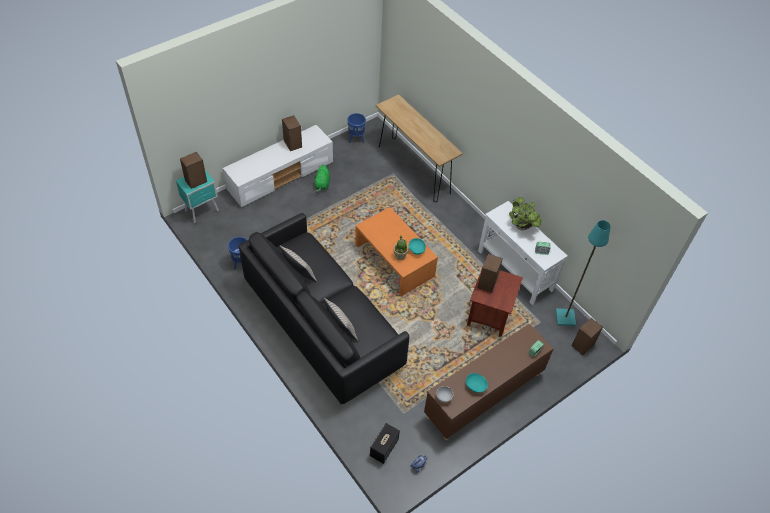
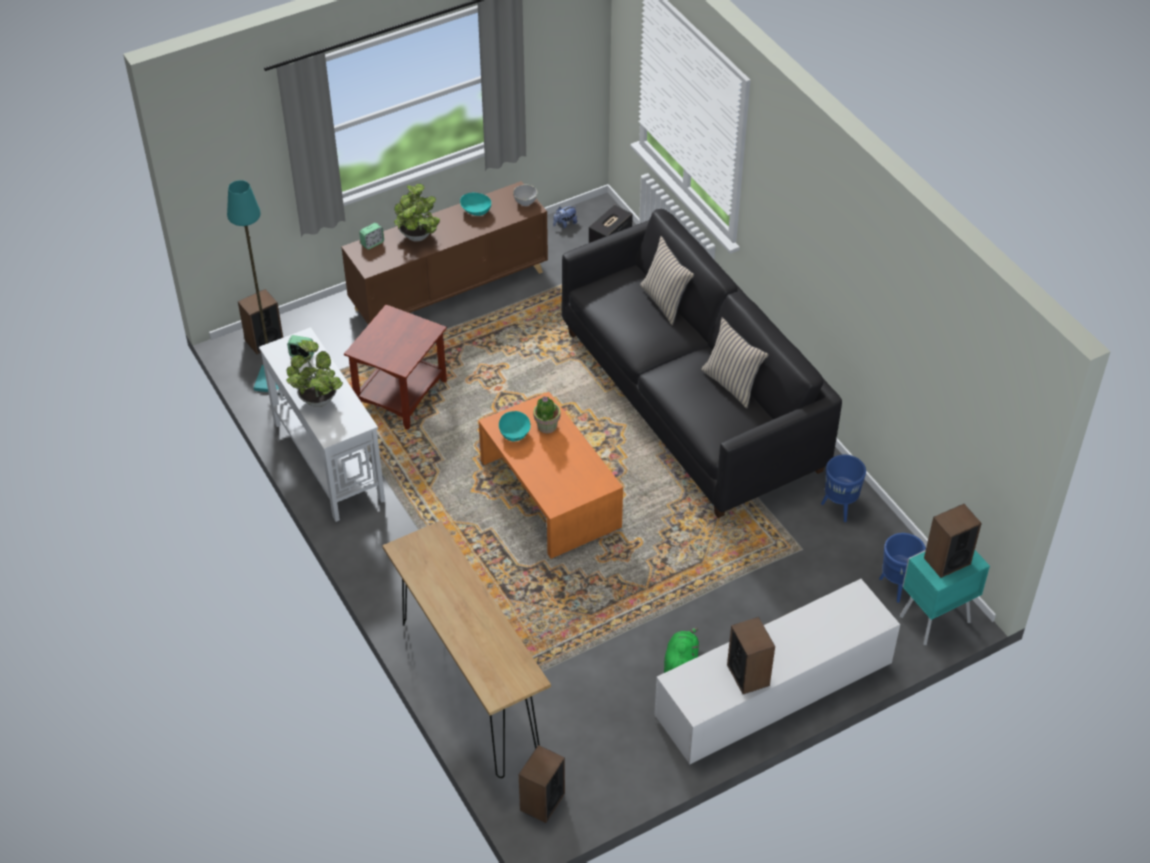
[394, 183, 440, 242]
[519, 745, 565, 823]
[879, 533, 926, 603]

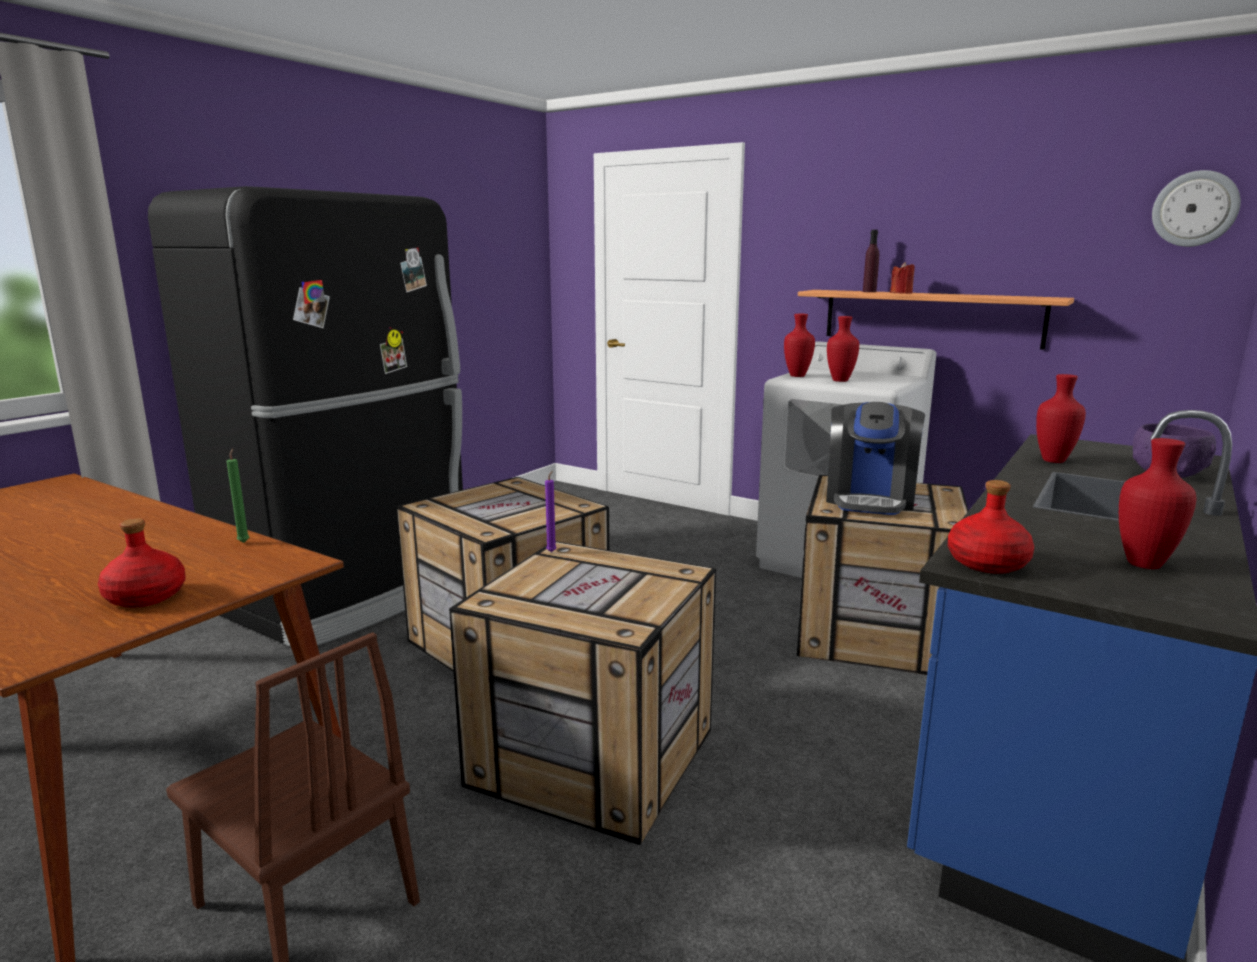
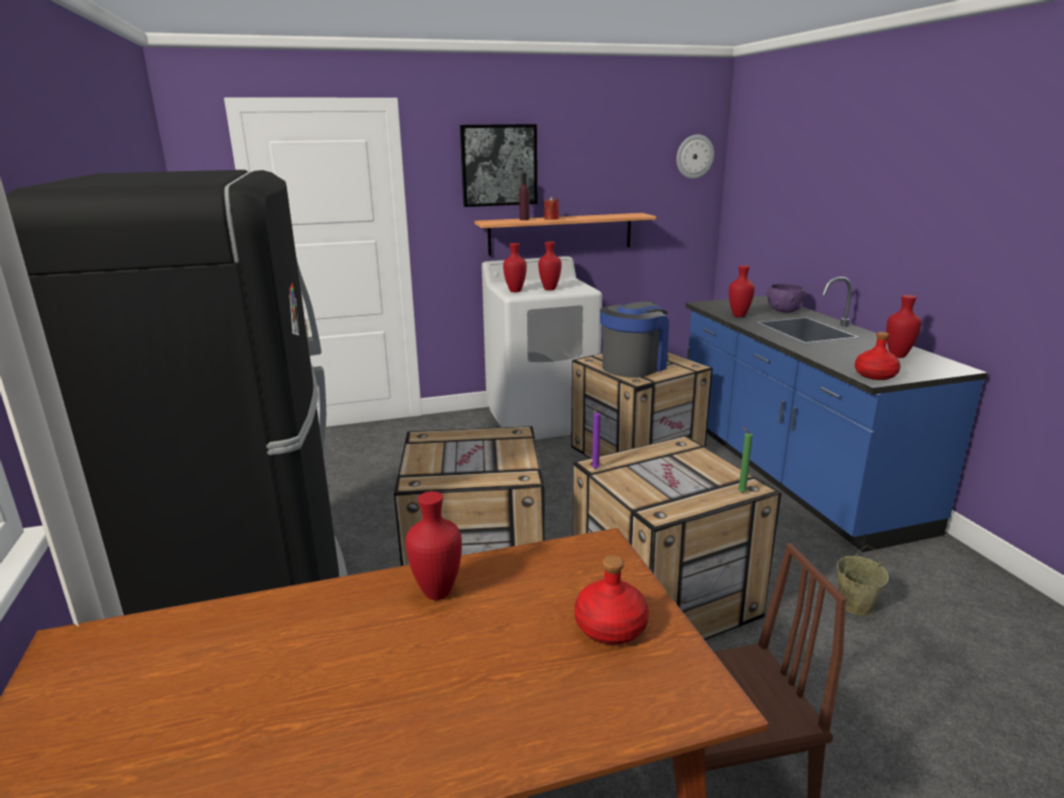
[406, 491, 462, 600]
[460, 124, 537, 207]
[600, 301, 669, 378]
[738, 426, 753, 493]
[836, 545, 889, 615]

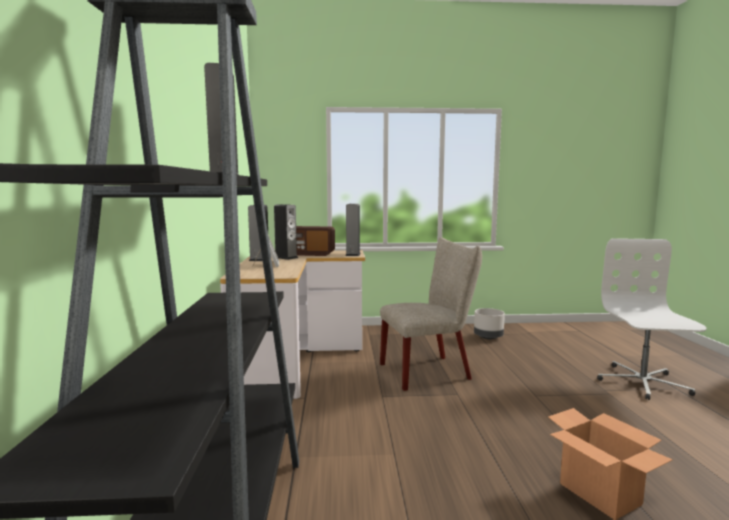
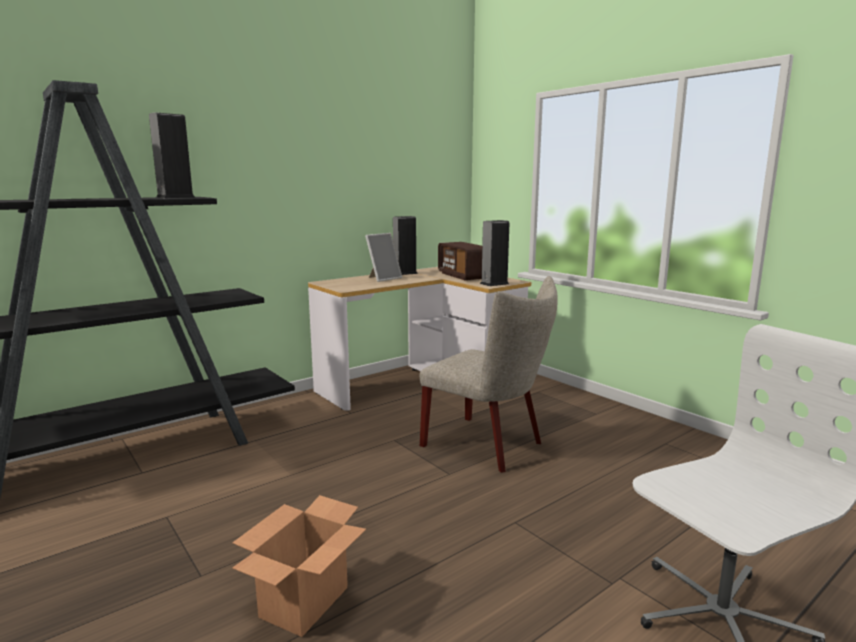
[274, 204, 298, 260] (first image)
[474, 308, 505, 339] (first image)

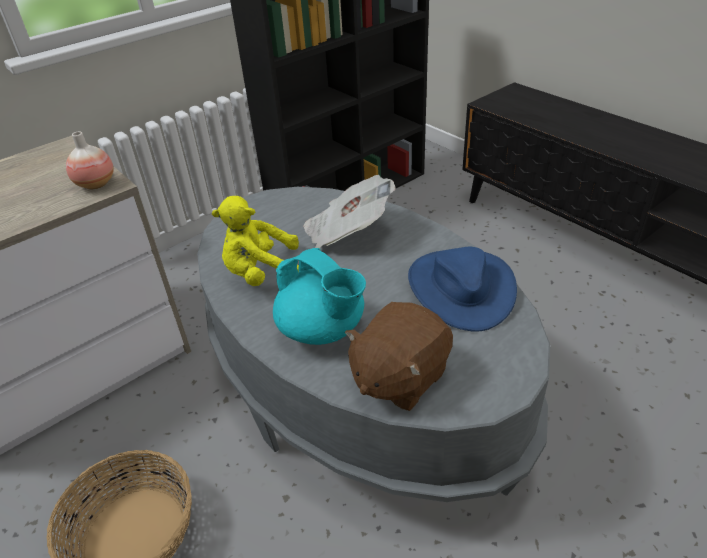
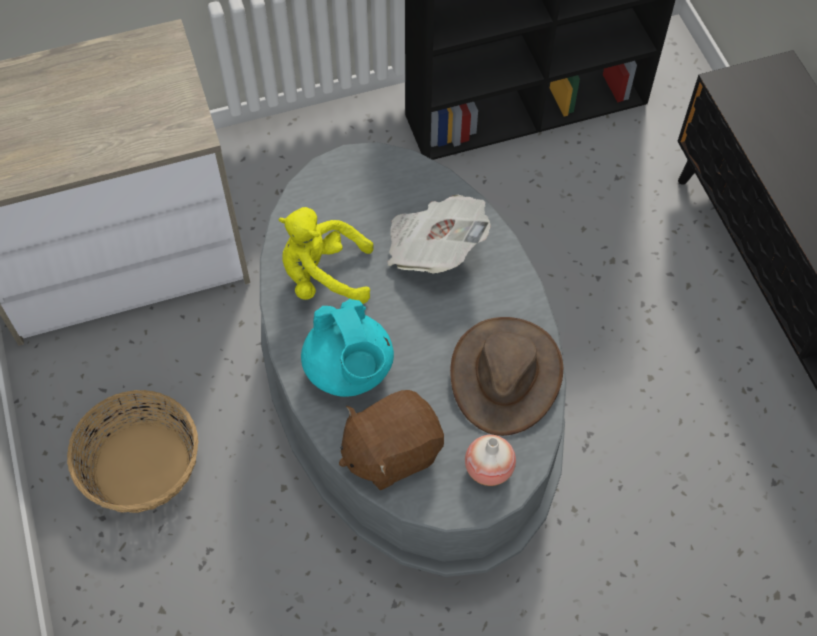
[450, 317, 563, 436]
[465, 435, 516, 486]

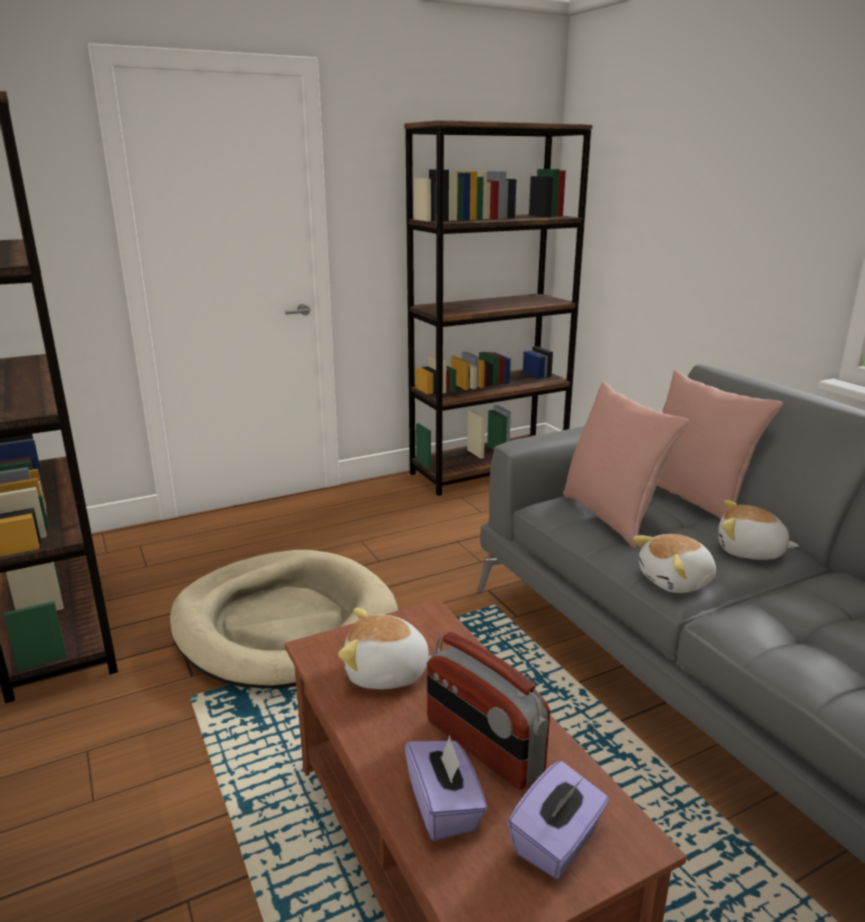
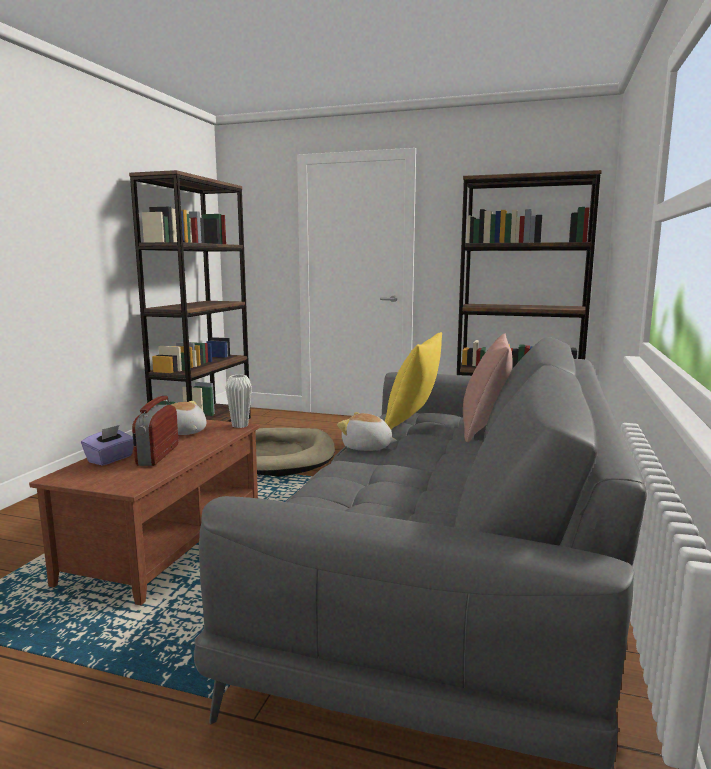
[225, 375, 252, 428]
[384, 332, 442, 429]
[508, 761, 609, 879] (first image)
[718, 500, 799, 560] (first image)

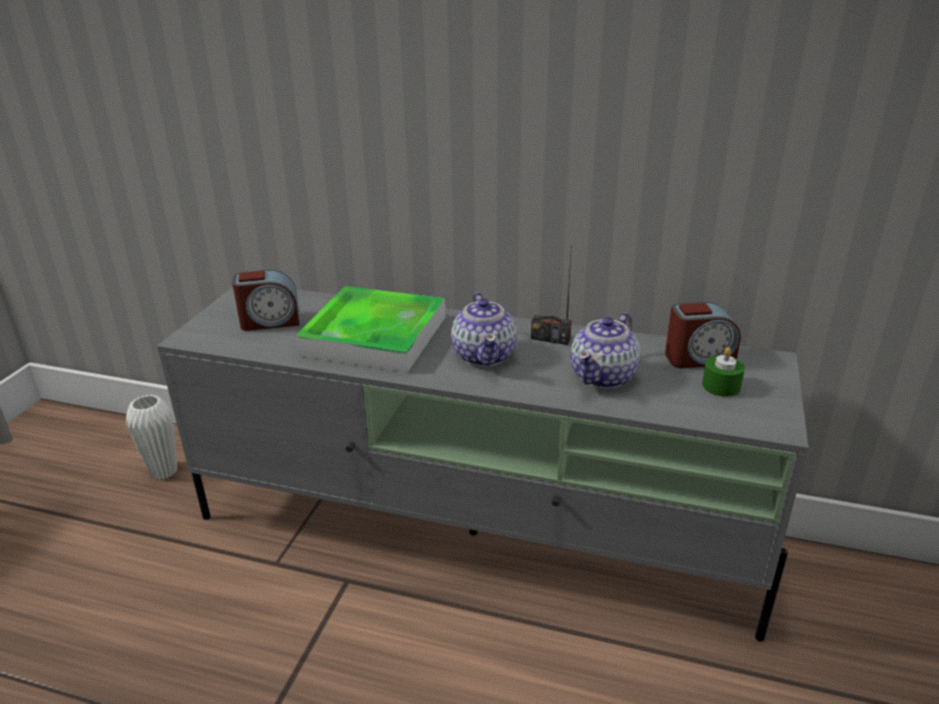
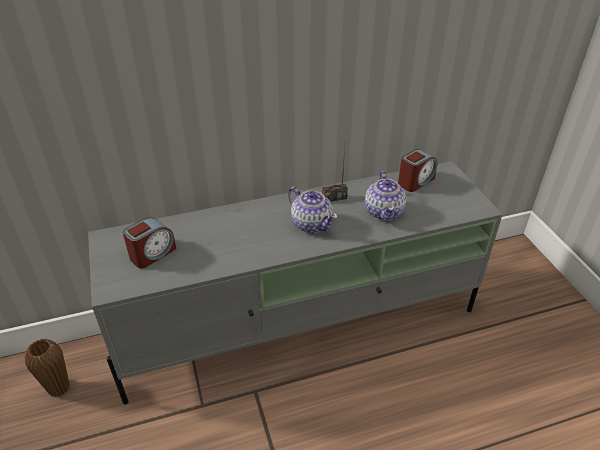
[25, 339, 70, 397]
[295, 286, 446, 373] (first image)
[702, 347, 745, 397] (first image)

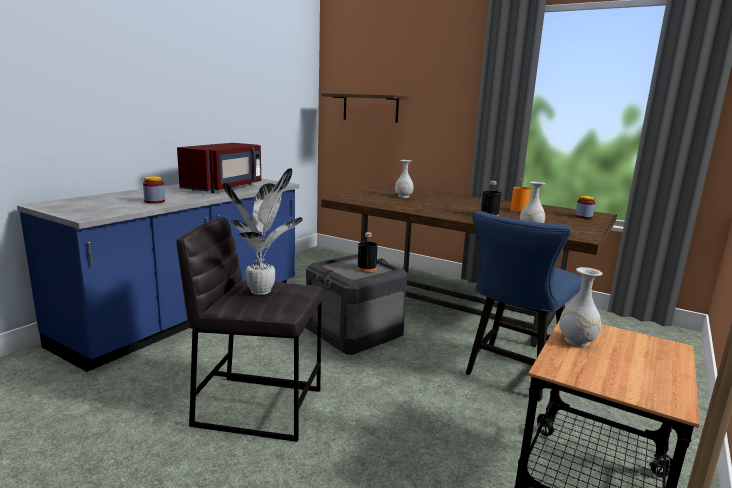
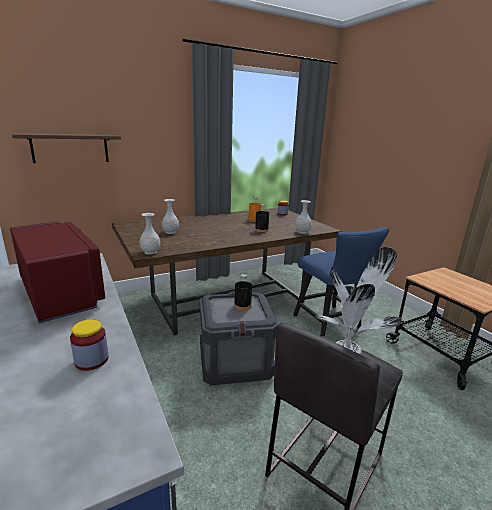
[140, 213, 160, 255]

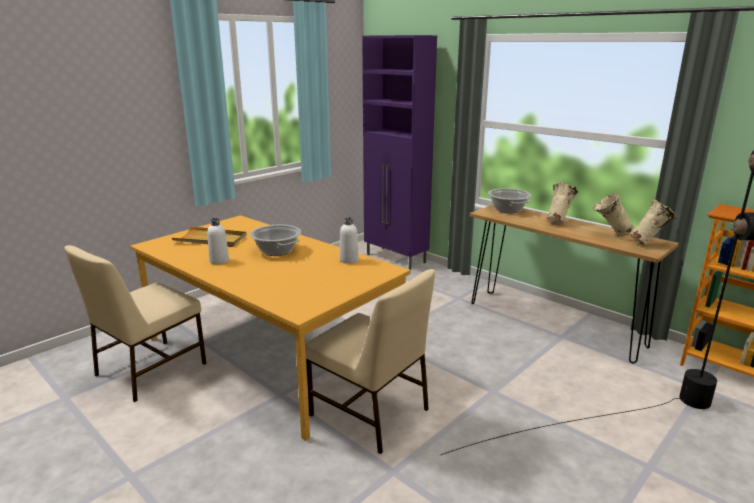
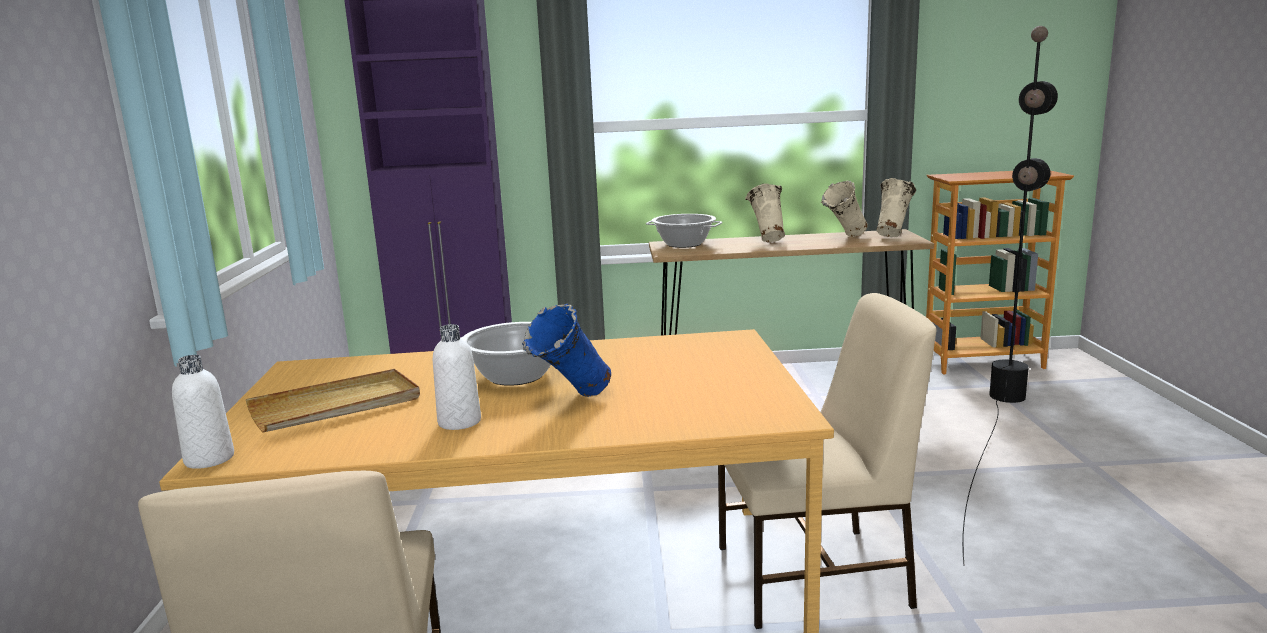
[172, 355, 234, 469]
[522, 304, 611, 397]

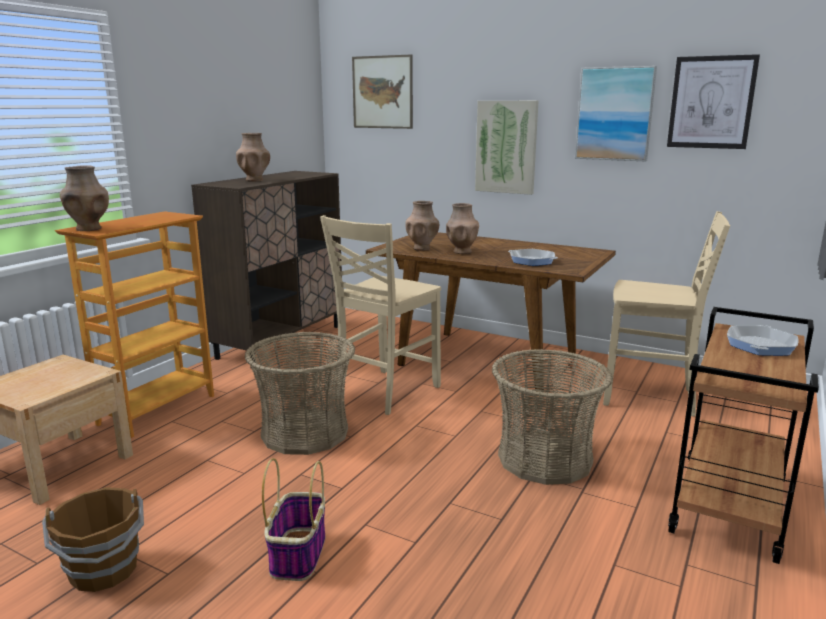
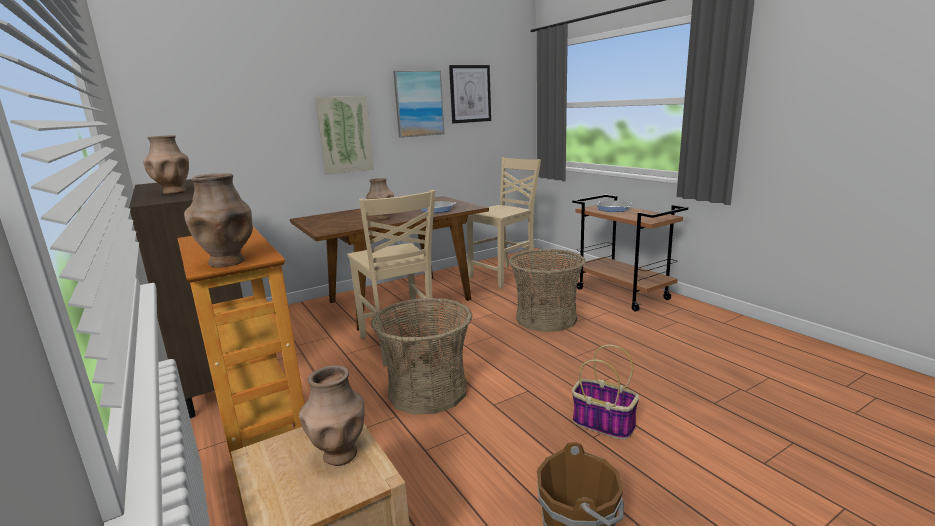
[299, 365, 365, 466]
[352, 55, 413, 129] (first image)

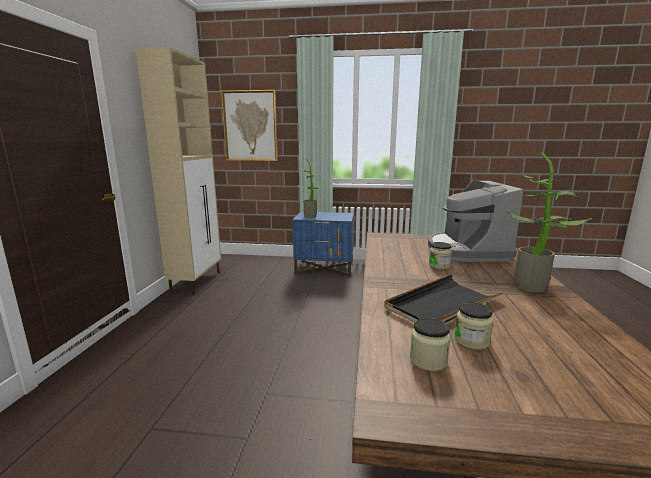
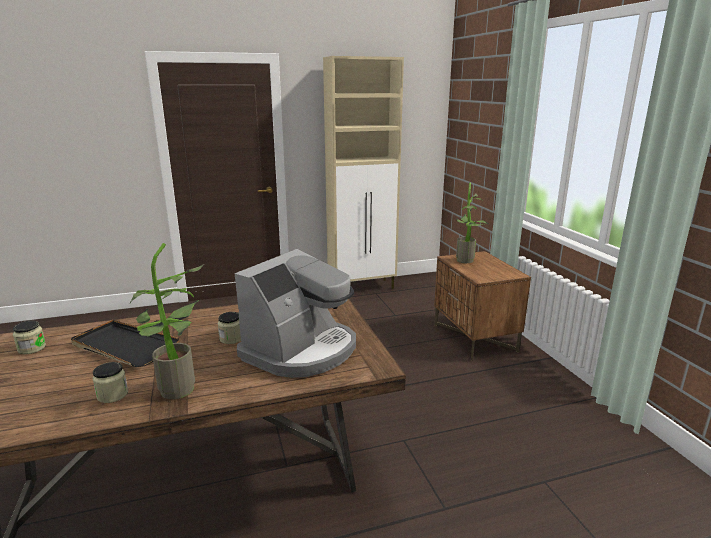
[93, 362, 128, 403]
[234, 249, 356, 378]
[434, 251, 531, 361]
[221, 90, 278, 161] (first image)

